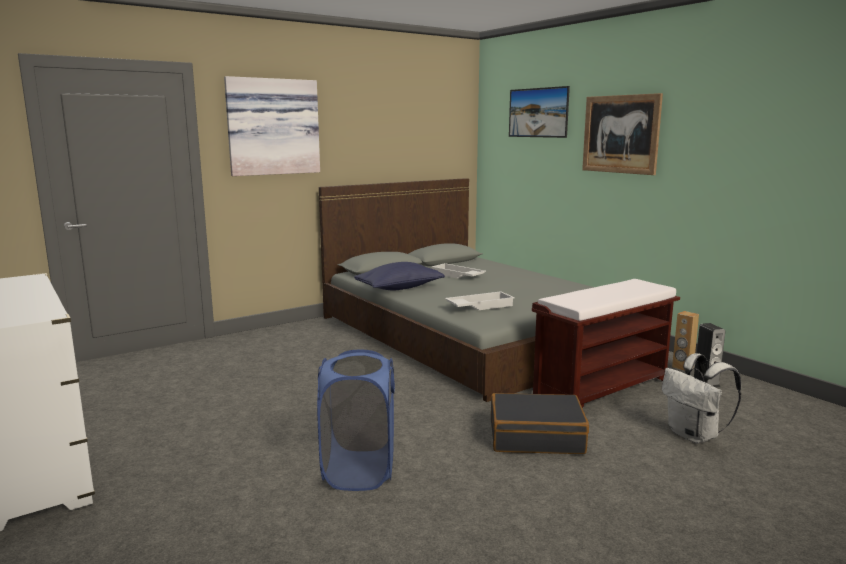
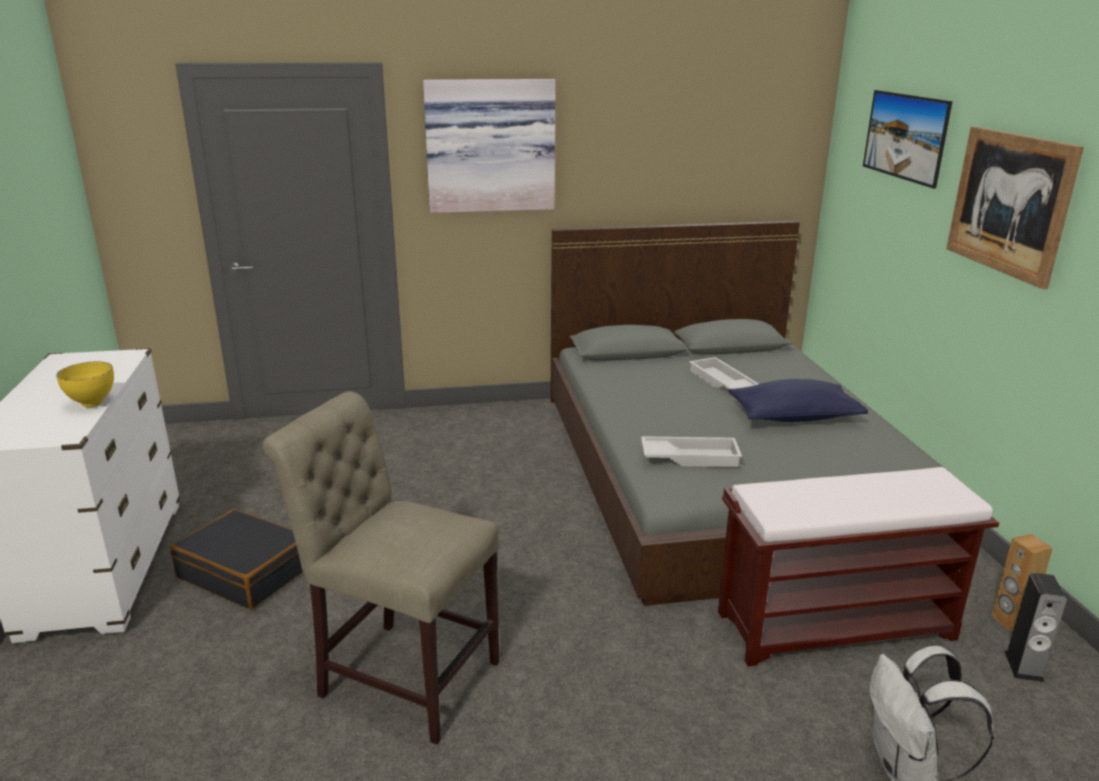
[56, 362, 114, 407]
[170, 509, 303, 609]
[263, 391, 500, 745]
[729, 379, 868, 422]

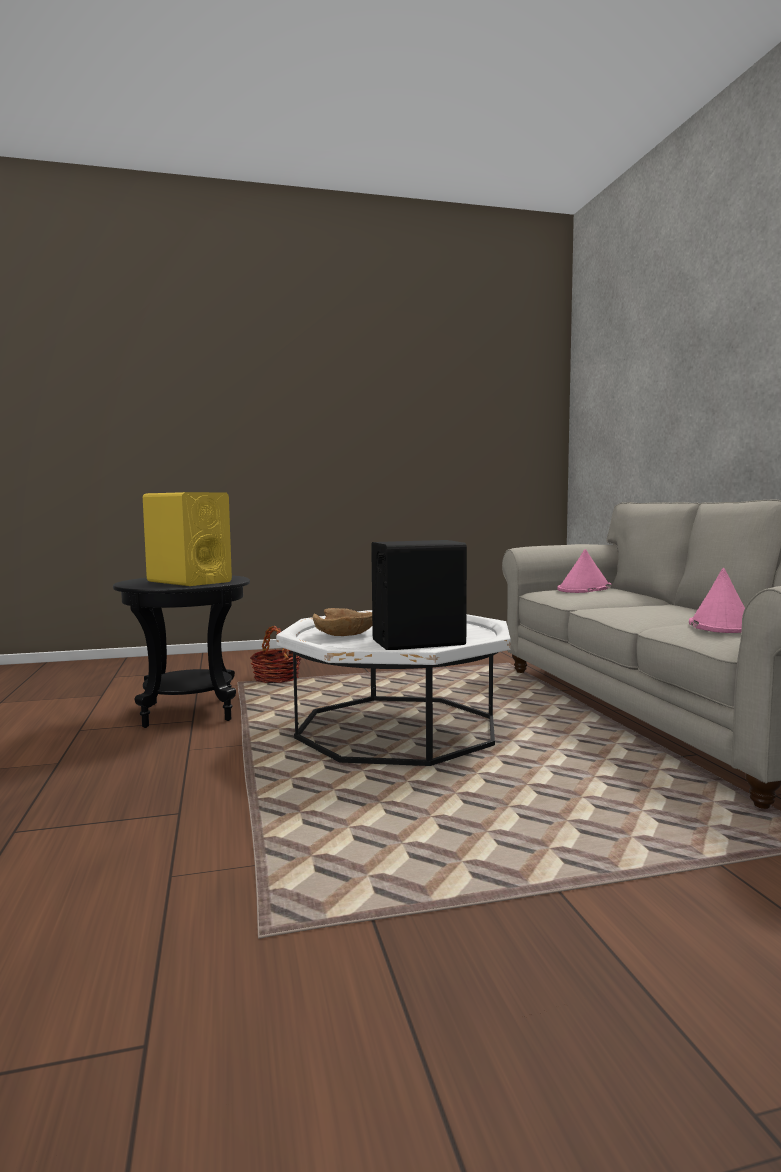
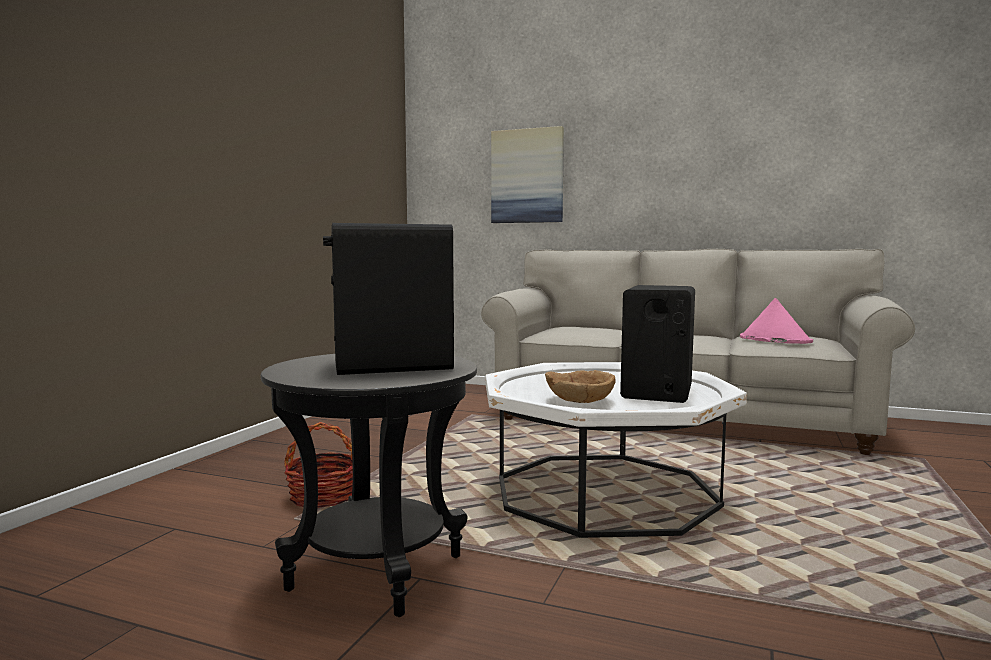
[323, 223, 454, 375]
[491, 126, 564, 223]
[557, 549, 611, 593] (first image)

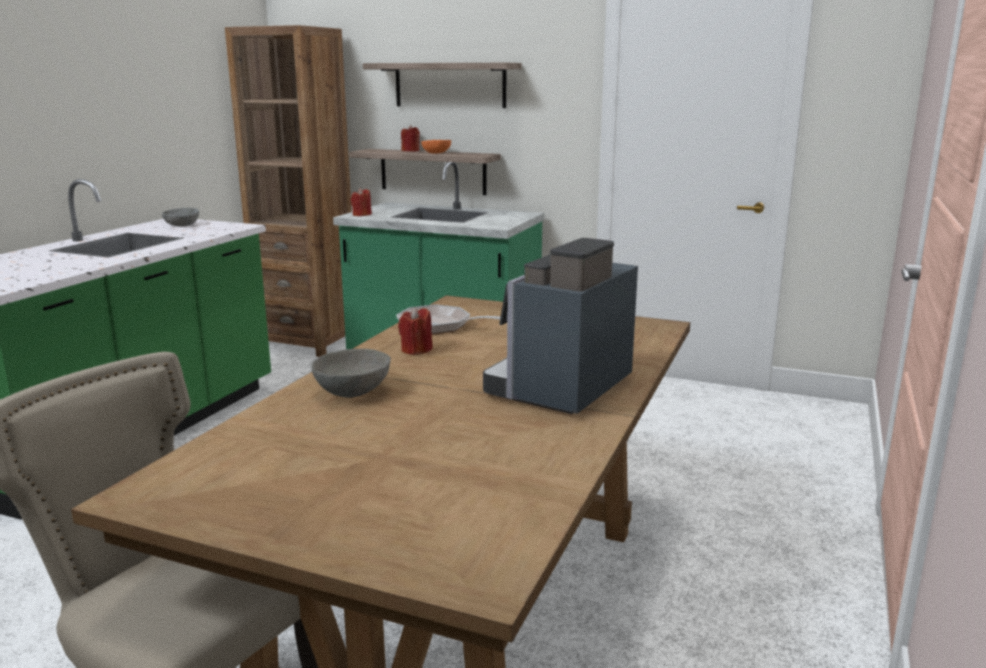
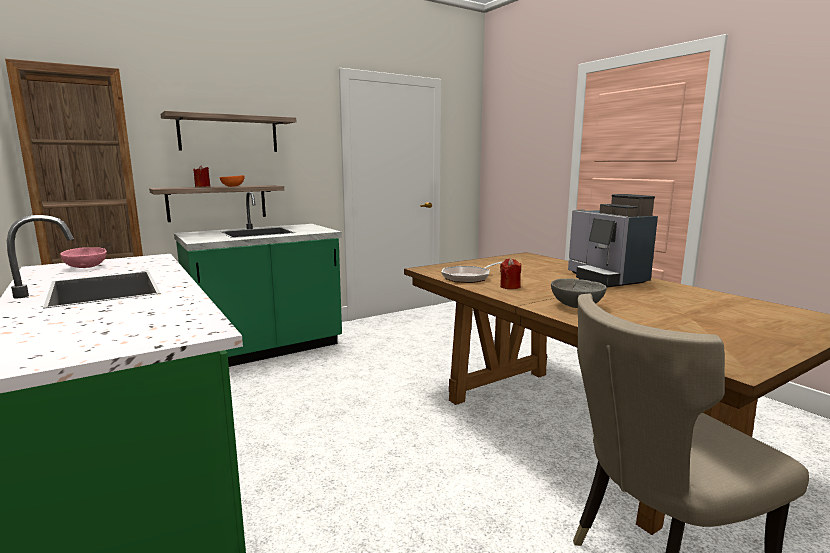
[60, 247, 107, 268]
[351, 188, 372, 216] (first image)

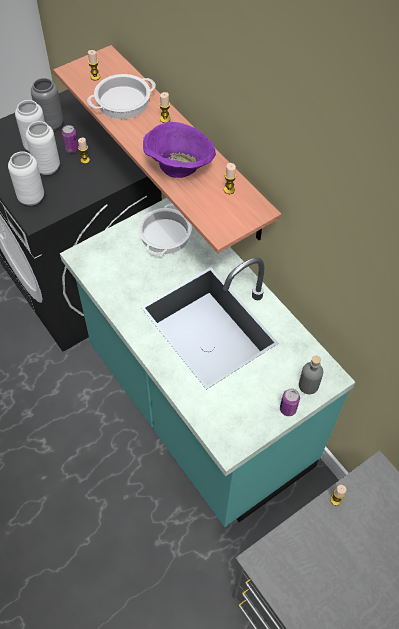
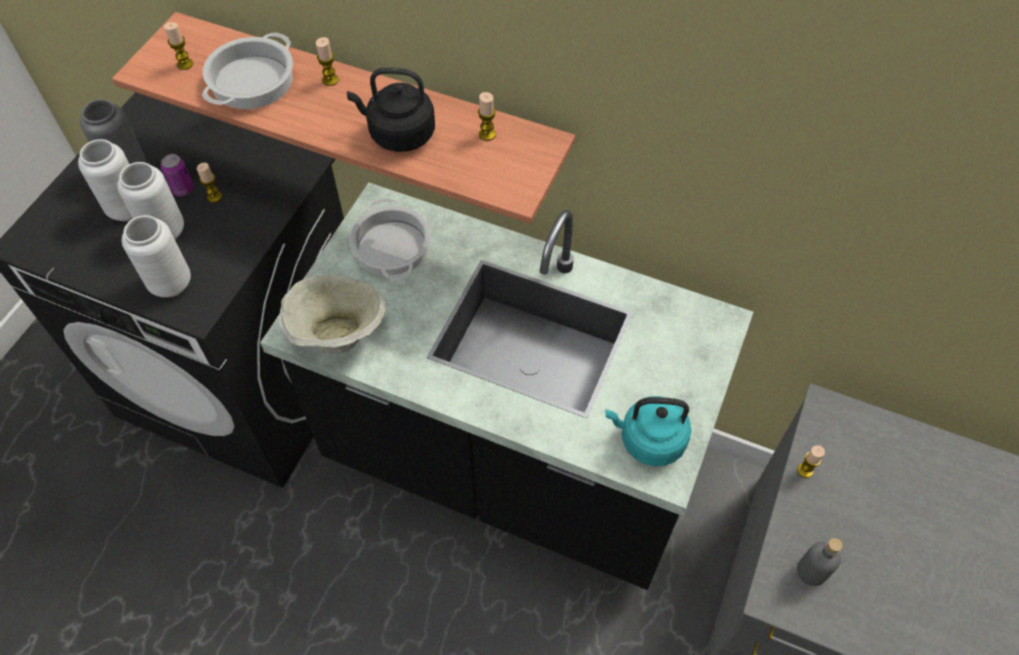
[260, 183, 753, 590]
[278, 275, 385, 354]
[347, 67, 435, 152]
[605, 396, 691, 466]
[797, 538, 843, 586]
[280, 389, 300, 416] (first image)

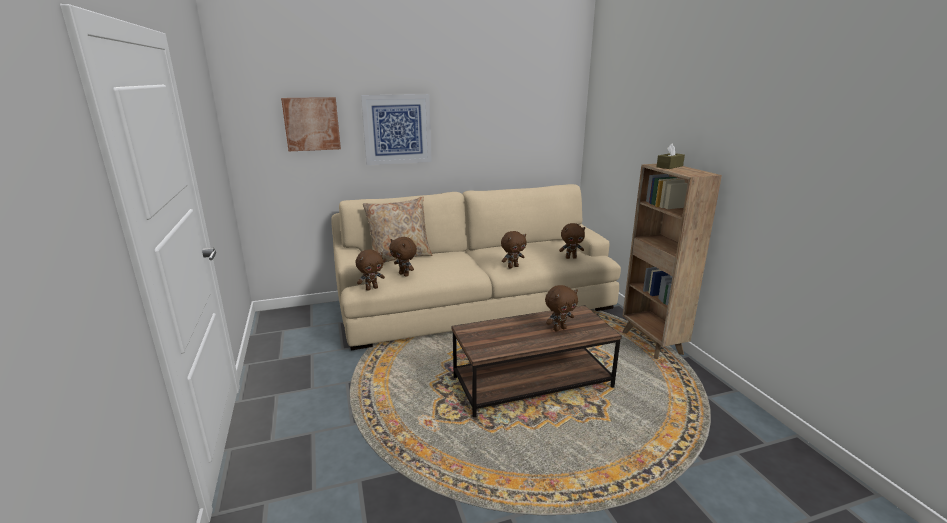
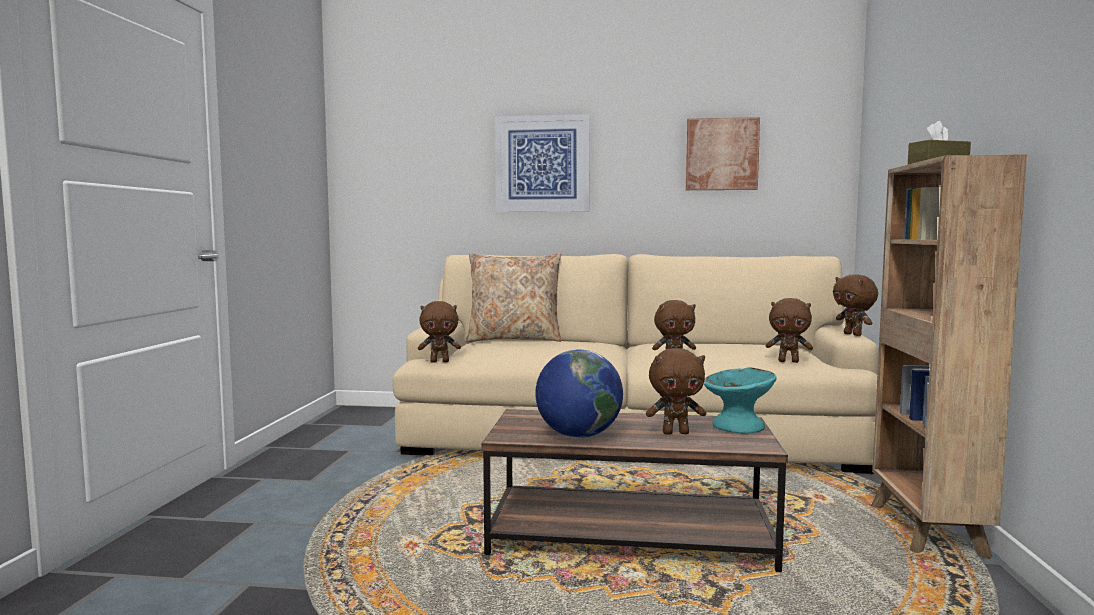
[535, 350, 623, 438]
[685, 117, 760, 190]
[704, 367, 777, 434]
[833, 274, 878, 336]

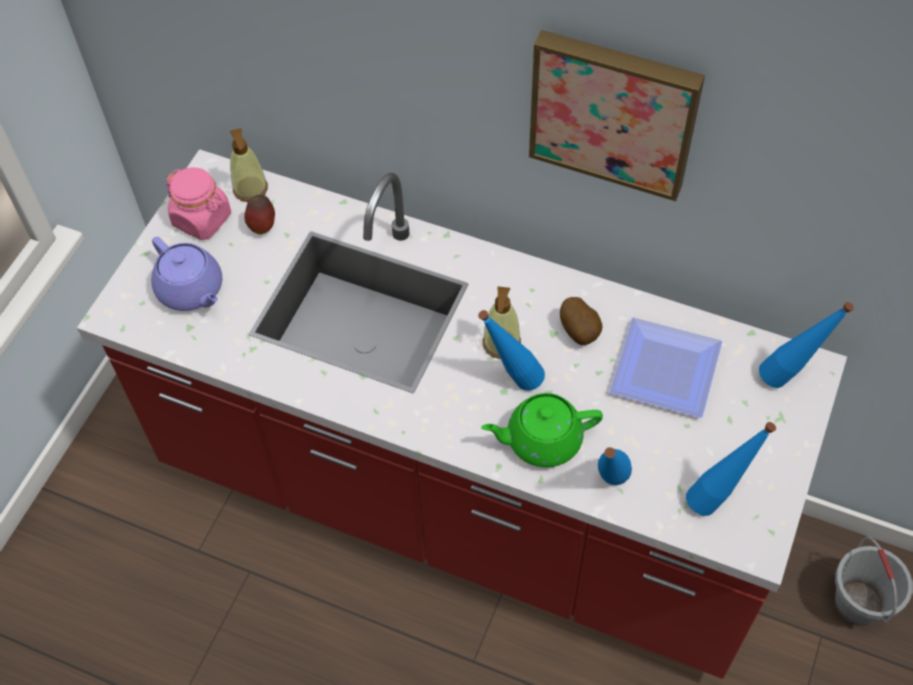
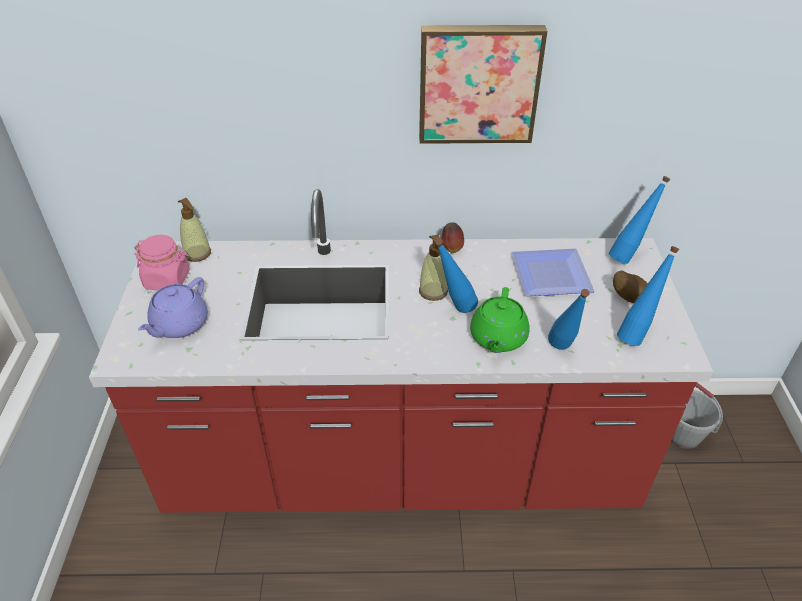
[138, 277, 208, 338]
[441, 222, 464, 253]
[470, 287, 530, 353]
[613, 271, 648, 303]

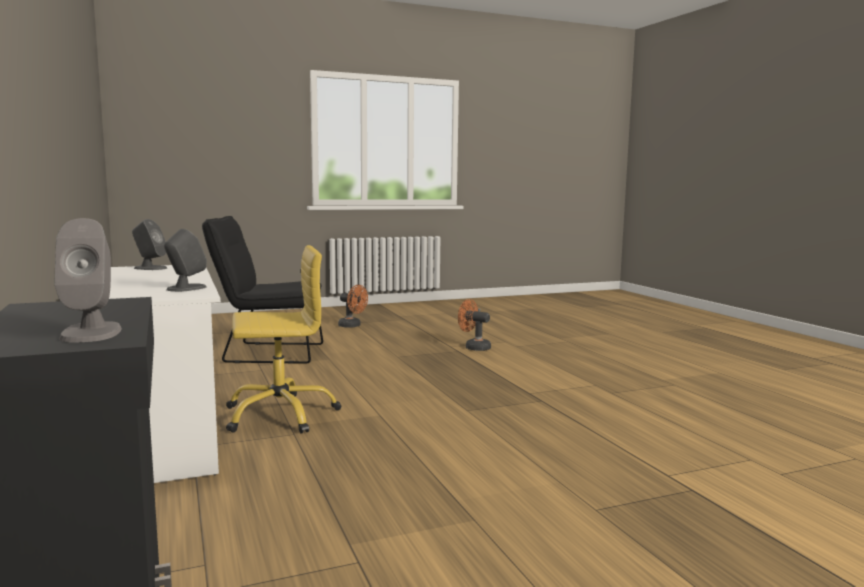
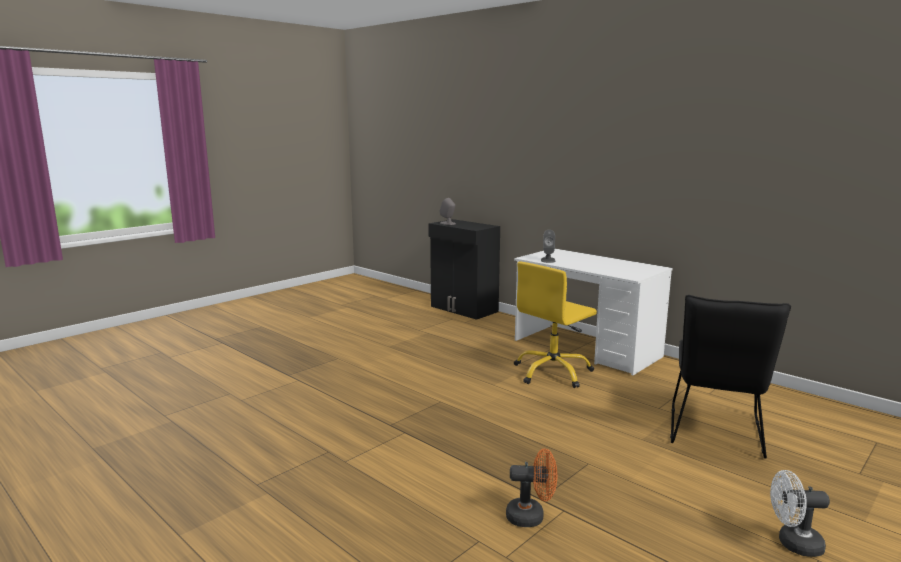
[670, 295, 791, 459]
[770, 470, 830, 557]
[132, 219, 167, 270] (first image)

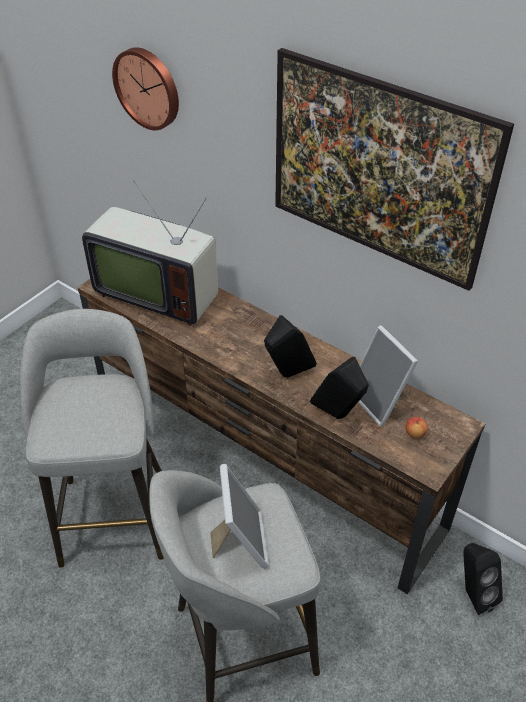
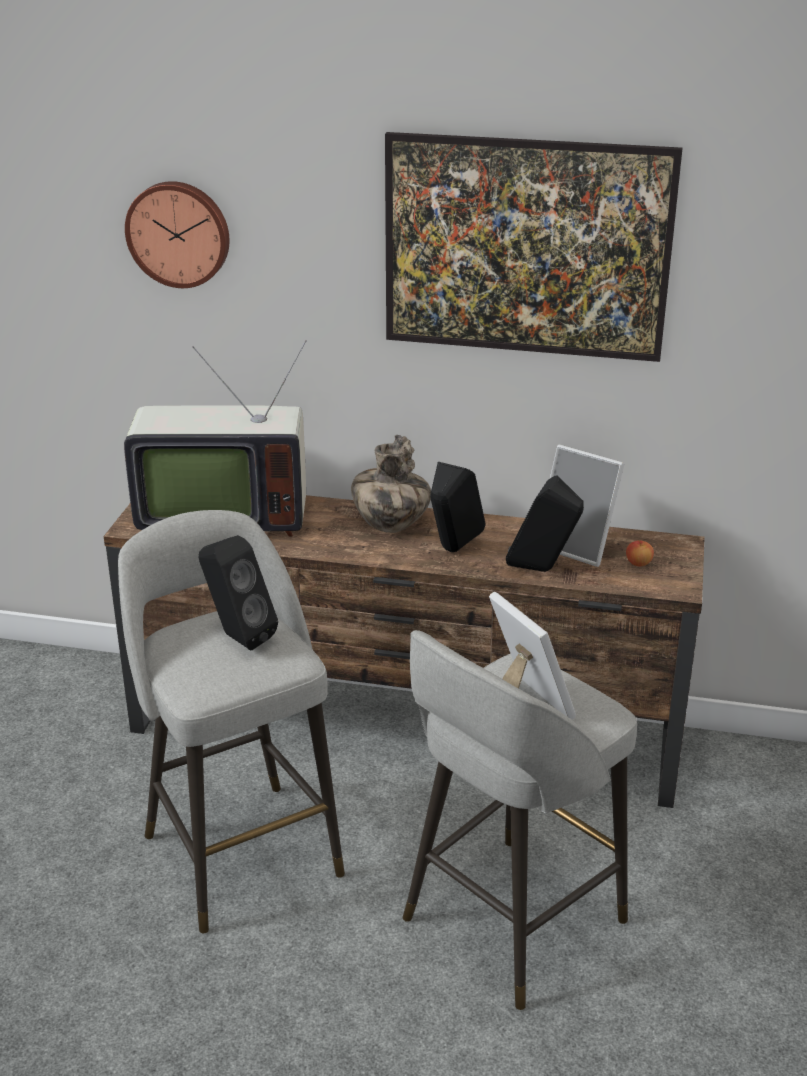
[199, 535, 278, 650]
[351, 435, 431, 533]

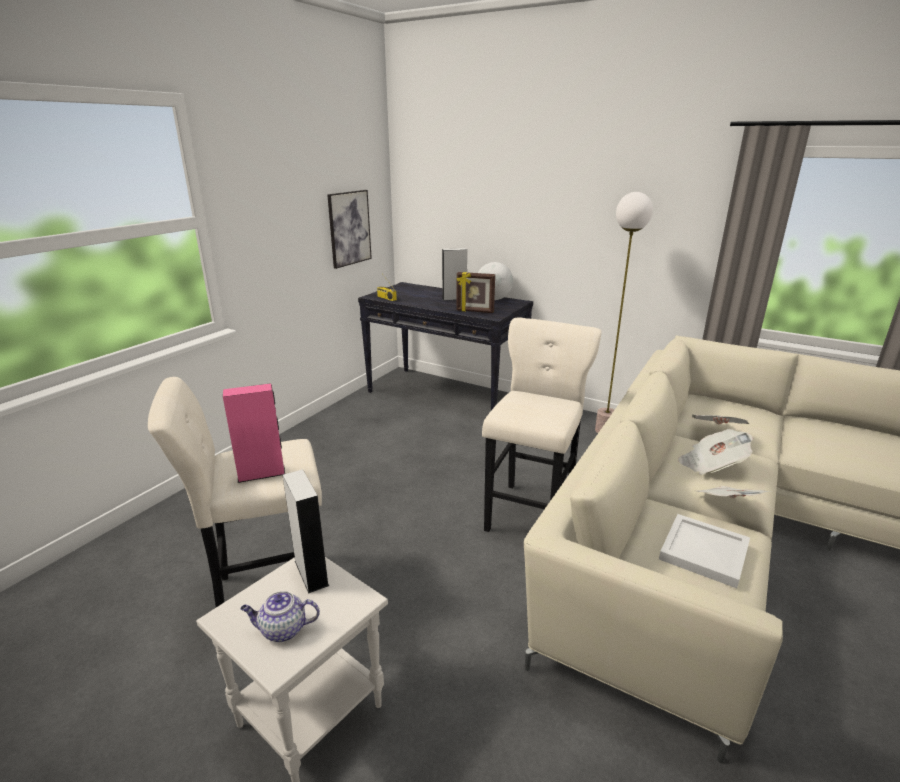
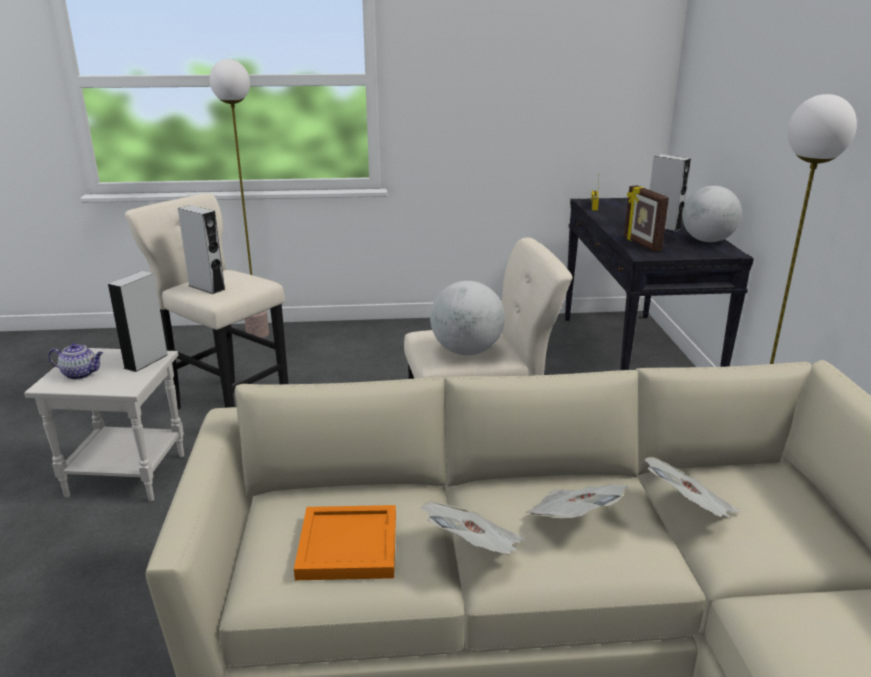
[48, 343, 103, 380]
[178, 205, 226, 294]
[210, 59, 269, 338]
[294, 505, 396, 580]
[430, 281, 505, 355]
[327, 190, 372, 269] (first image)

